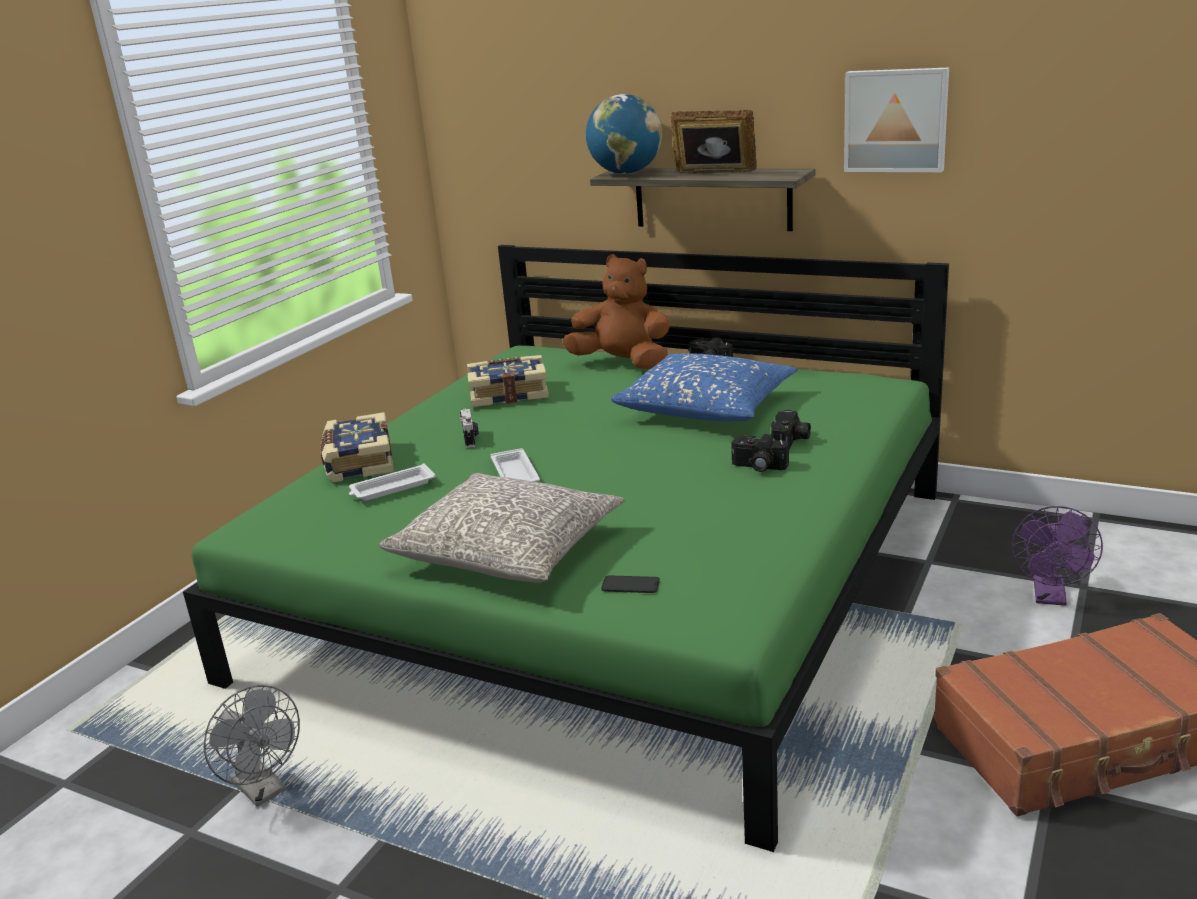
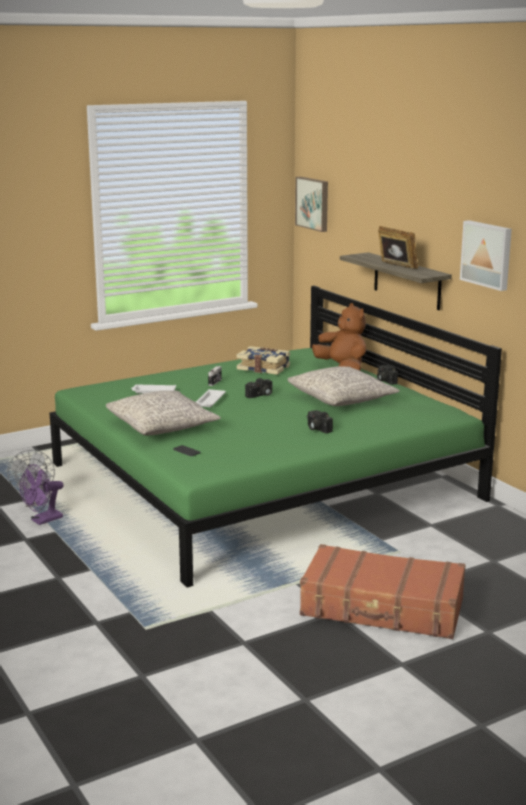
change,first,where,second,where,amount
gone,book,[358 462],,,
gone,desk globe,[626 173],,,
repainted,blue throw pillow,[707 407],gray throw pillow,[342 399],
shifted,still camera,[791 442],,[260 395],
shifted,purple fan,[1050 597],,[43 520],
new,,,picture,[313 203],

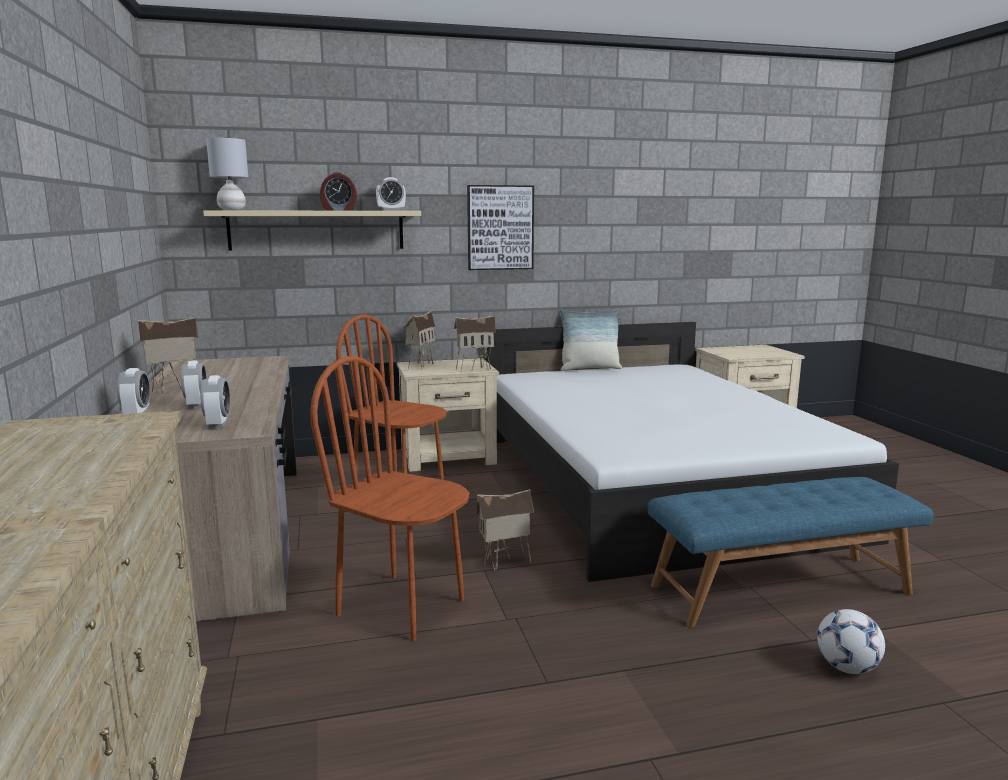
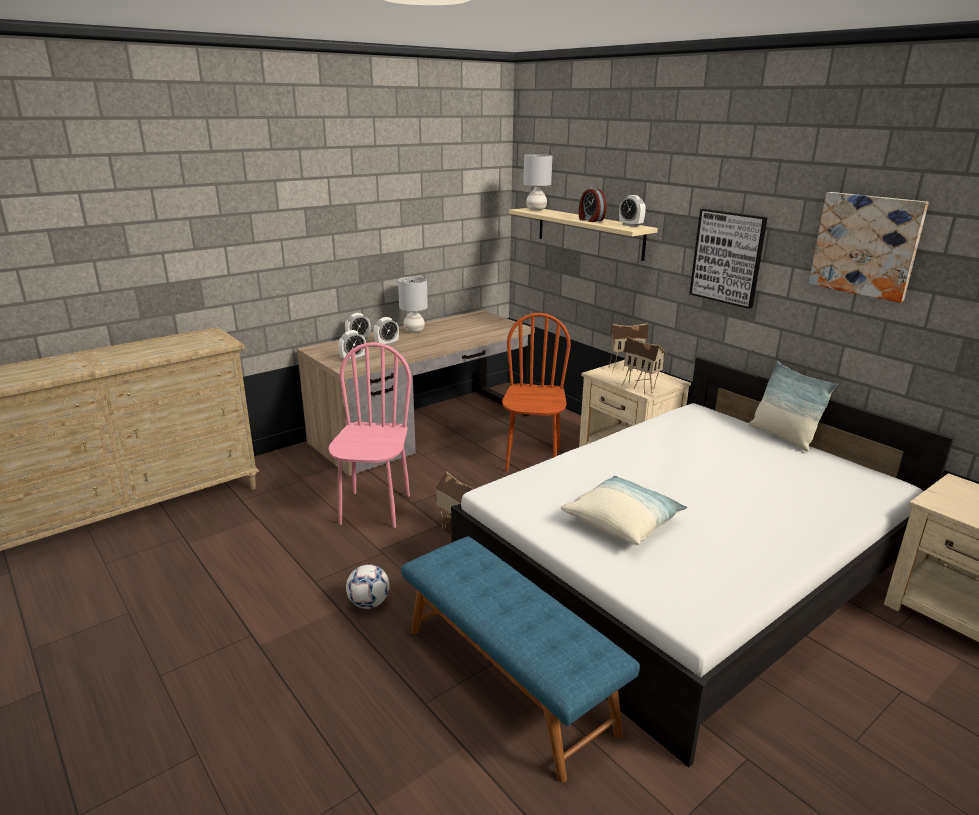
change,first,where,second,where,amount
swapped,model house,[175 390],gray tabletop lamp,[414 331],
repainted,brown upright chair,[402 606],pinkish upright chair,[374 509],
shifted,football ball,[847 668],,[369 603],
new,,,throw pillow,[622 522],
new,,,picture,[866 245],

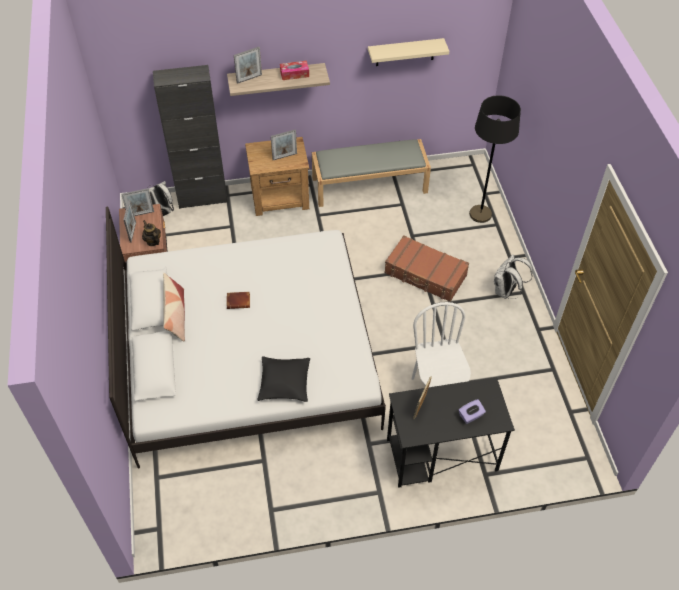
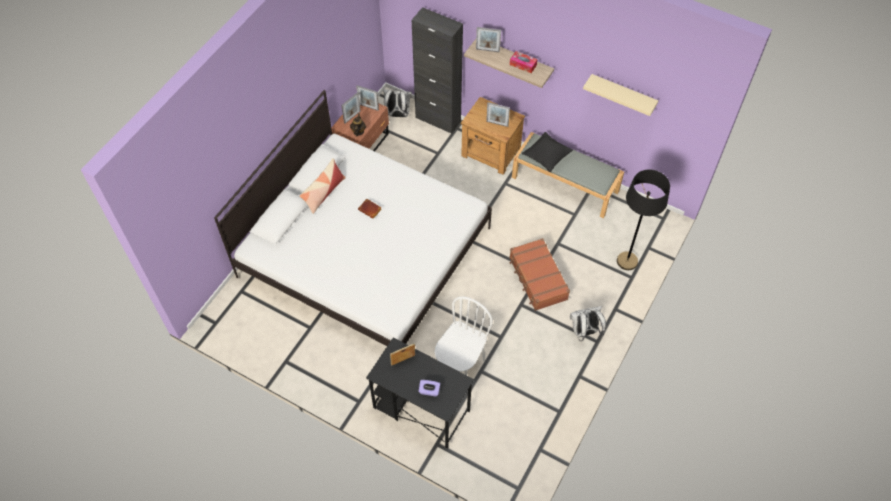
change,first,where,second,where,amount
shifted,black throw pillow,[284 383],,[547 155],

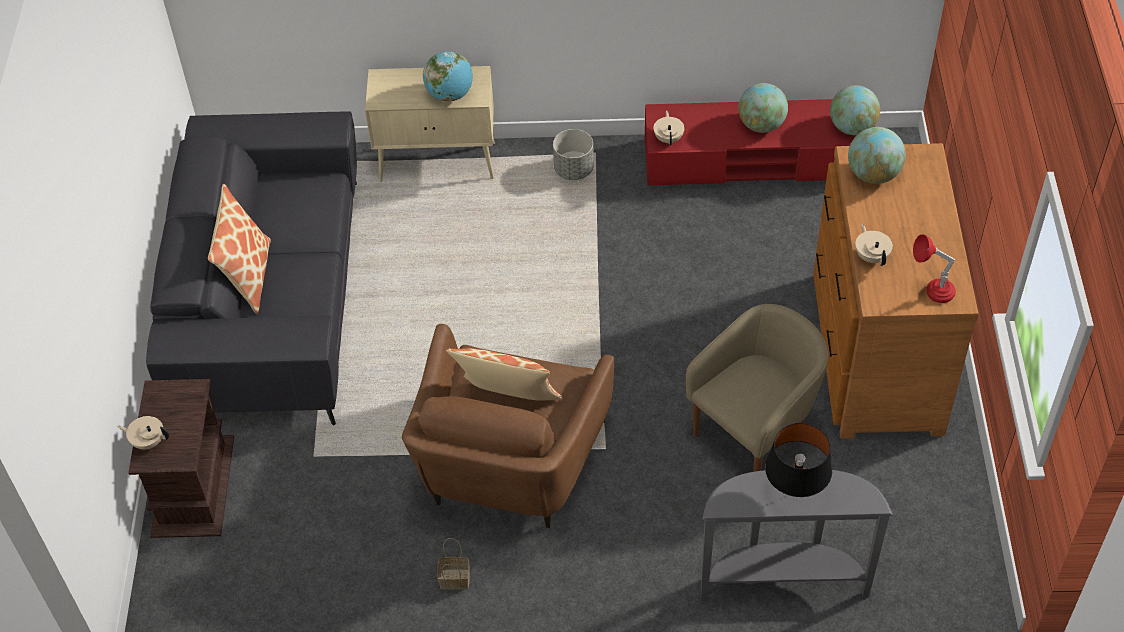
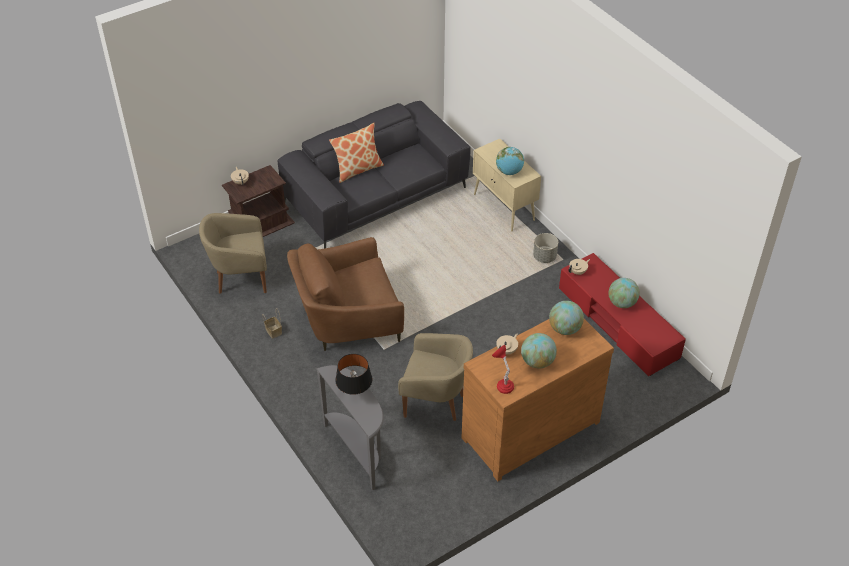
change,first,where,second,where,amount
gone,throw pillow,[507 401],,,
shifted,desk globe,[852 127],,[537 362],
new,,,sand-coloured easy chair,[240 279],

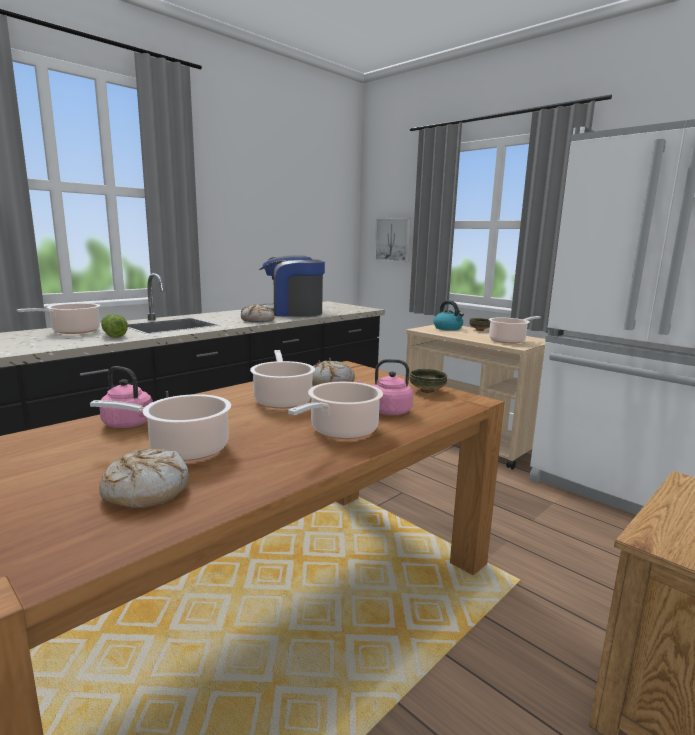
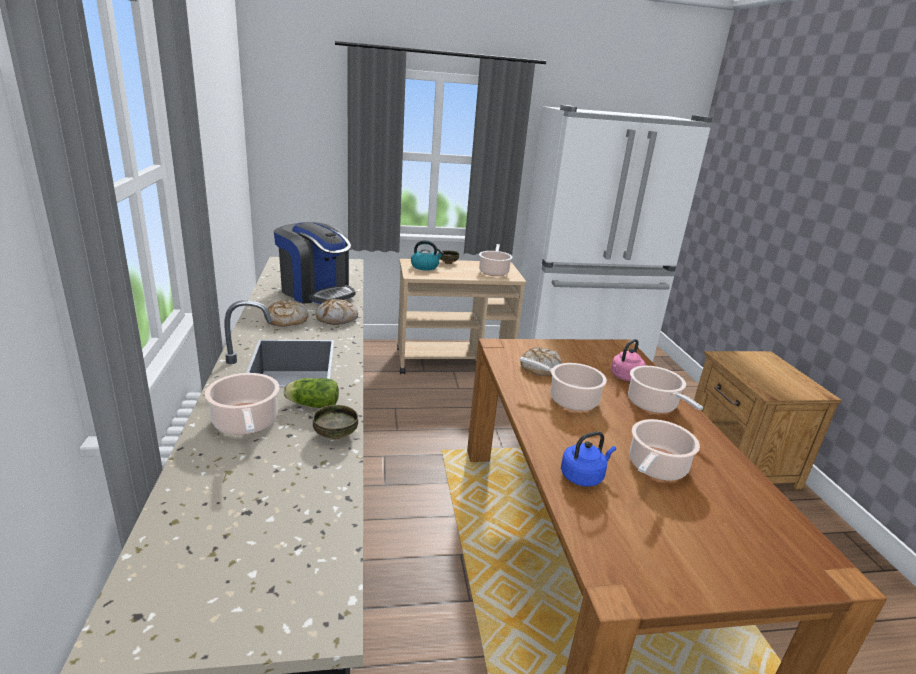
change,first,where,second,where,amount
repainted,pinkish water kettle,[130 424],blue water kettle,[583 476],
shifted,bakery bread,[146 490],,[286 320],
rotated,coffee machine,[292 312],,[316 292],90 degrees counterclockwise
gone,picture,[393 240],,,
shifted,serving bowl,[426 391],,[335 435],

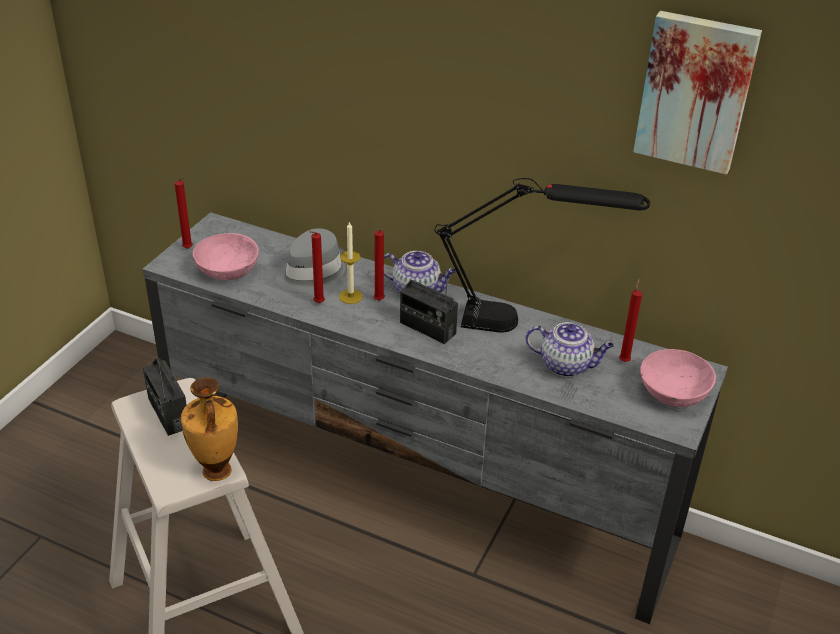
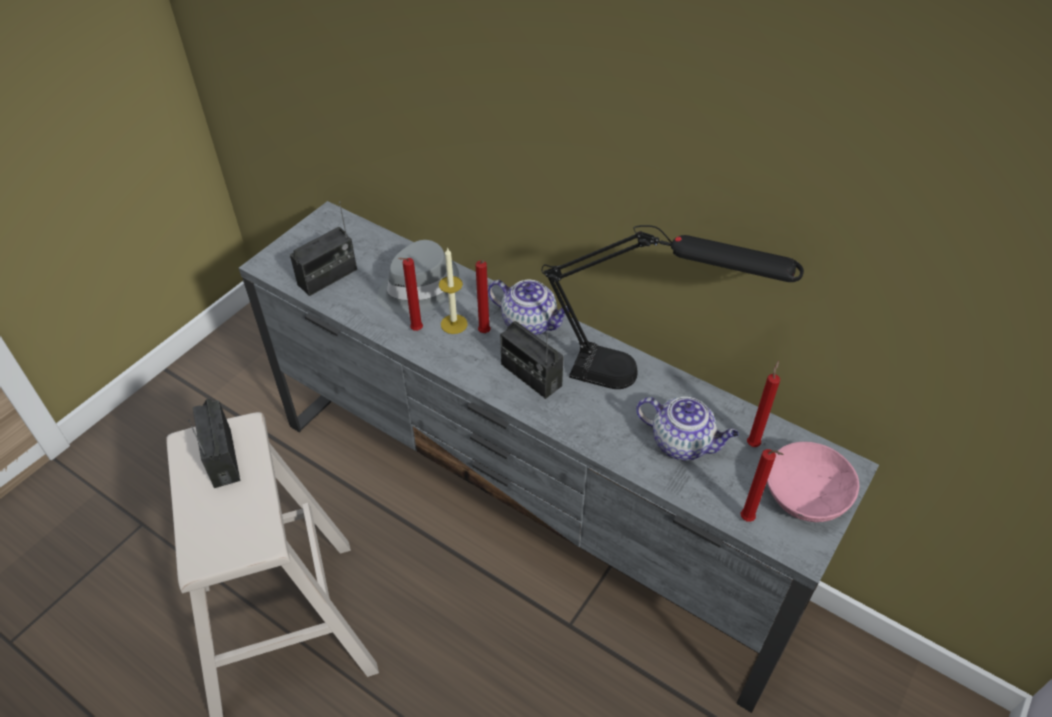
change,first,where,second,where,amount
shifted,red-coloured wax light,[189 249],,[748 520],
gone,decorative vase,[216 472],,,
swapped,pinkish serving bowl,[227 270],radio receiver,[328 277],
gone,picture,[696 91],,,

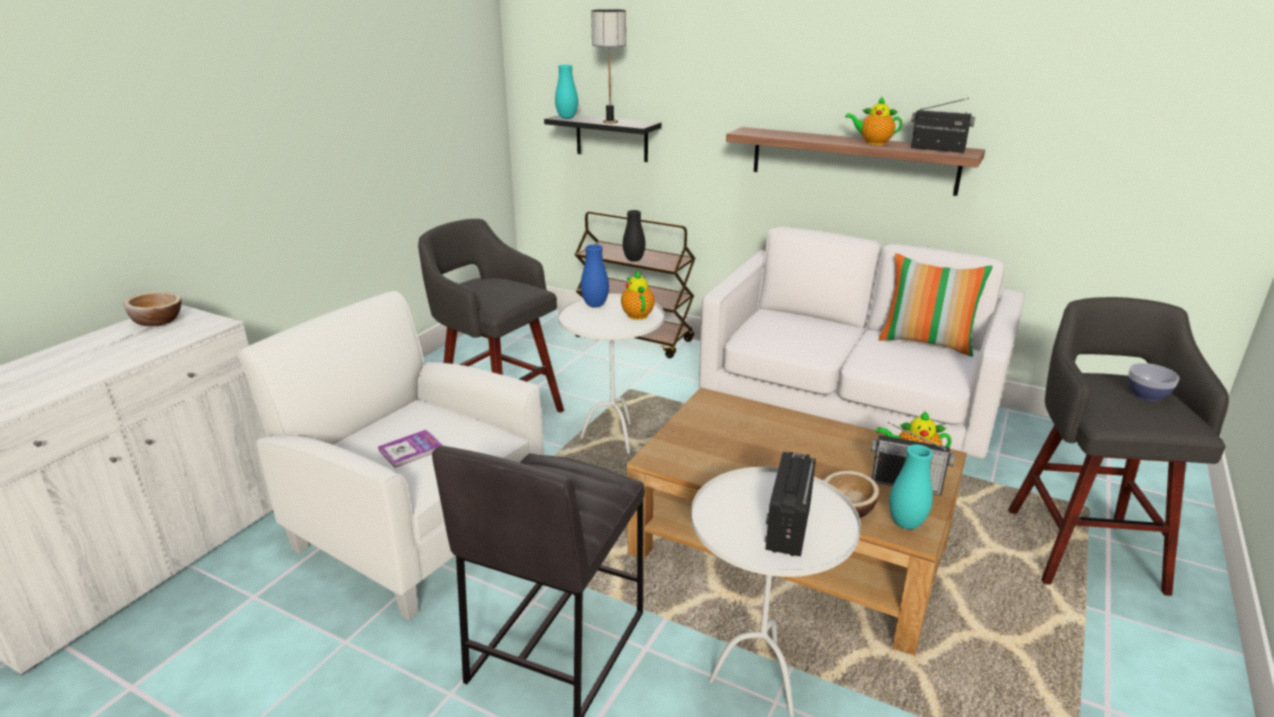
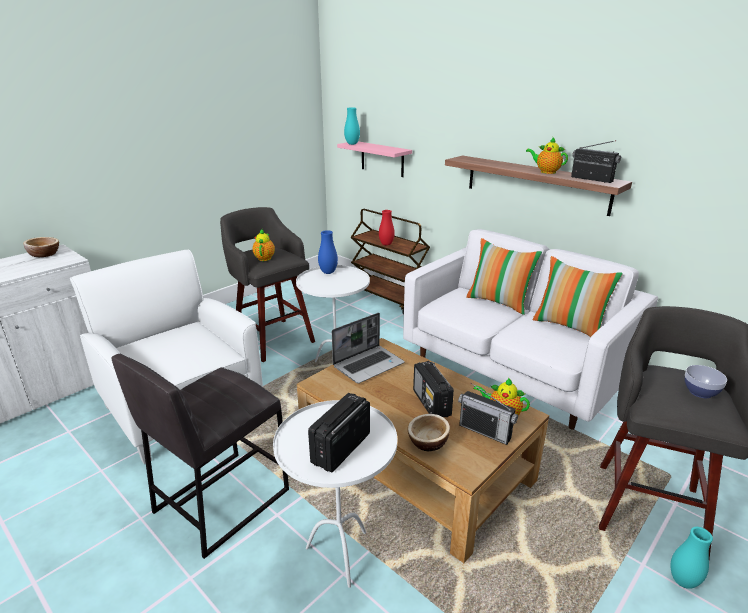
change,first,where,second,where,amount
gone,book,[411 450],,,
repainted,black wall shelf,[611 137],pinkish wall shelf,[382 159],
gone,tabletop lamp,[610 122],,,
shifted,teapot,[637 314],,[265 258],
repainted,black decorative vase,[634 260],red-coloured decorative vase,[386 244],
shifted,turquoise decorative vase,[906 524],,[683 581],
new,,,laptop,[369 365],
new,,,radio receiver,[431 403],
new,,,throw pillow,[499 302],

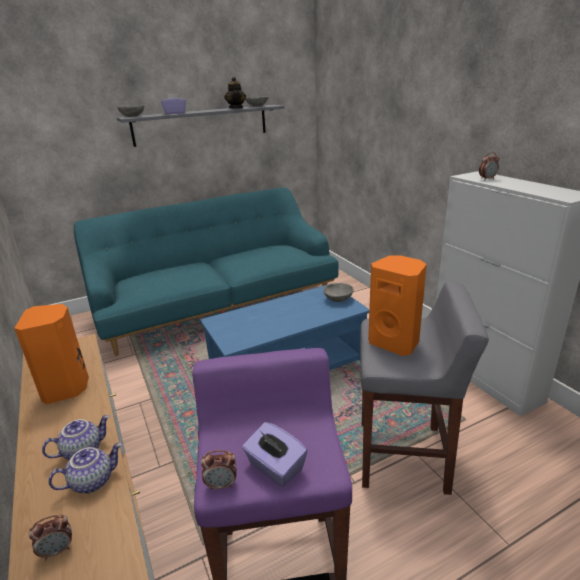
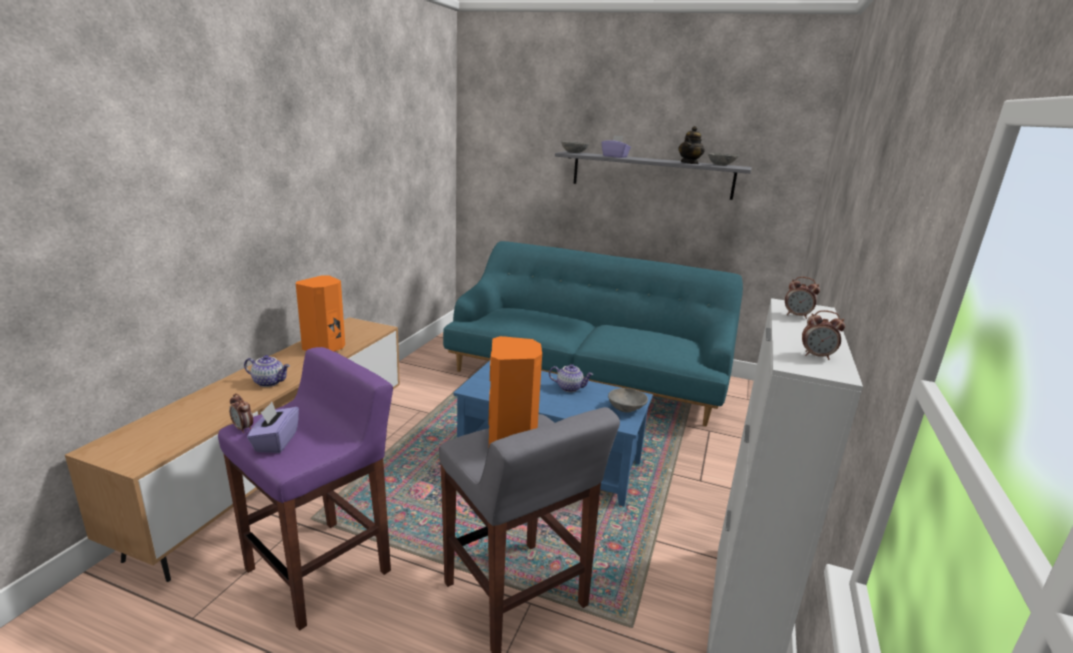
change,first,where,second,where,amount
shifted,alarm clock,[58 550],,[817 356],
shifted,teapot,[93 480],,[570 388],

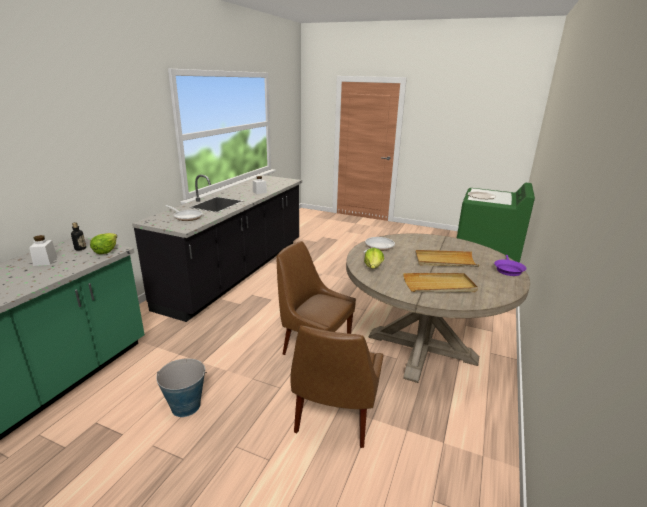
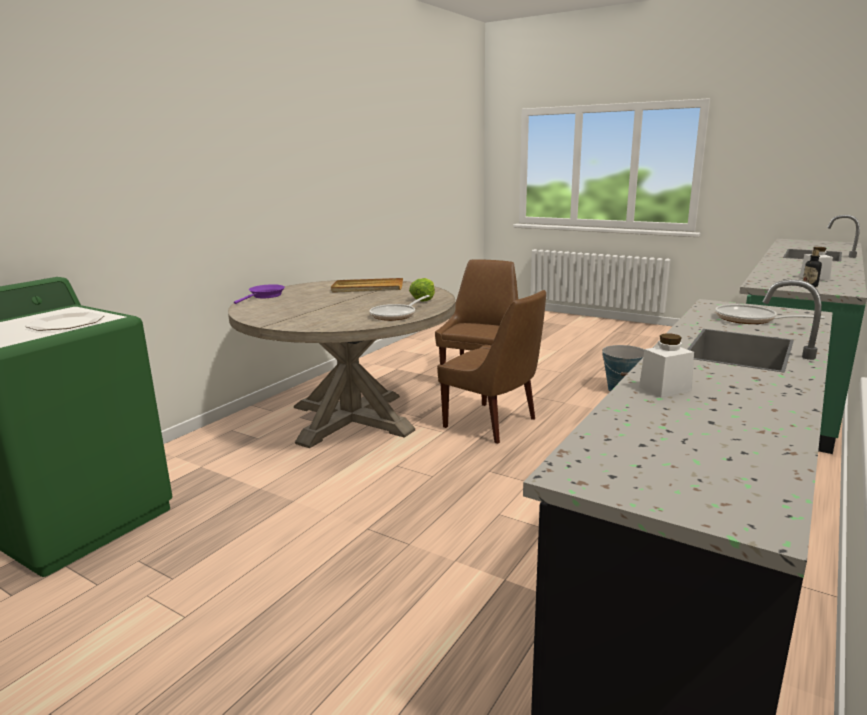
change,first,where,second,where,amount
gone,lettuce,[106 250],,,
gone,sand-coloured serving tray,[445 261],,,

